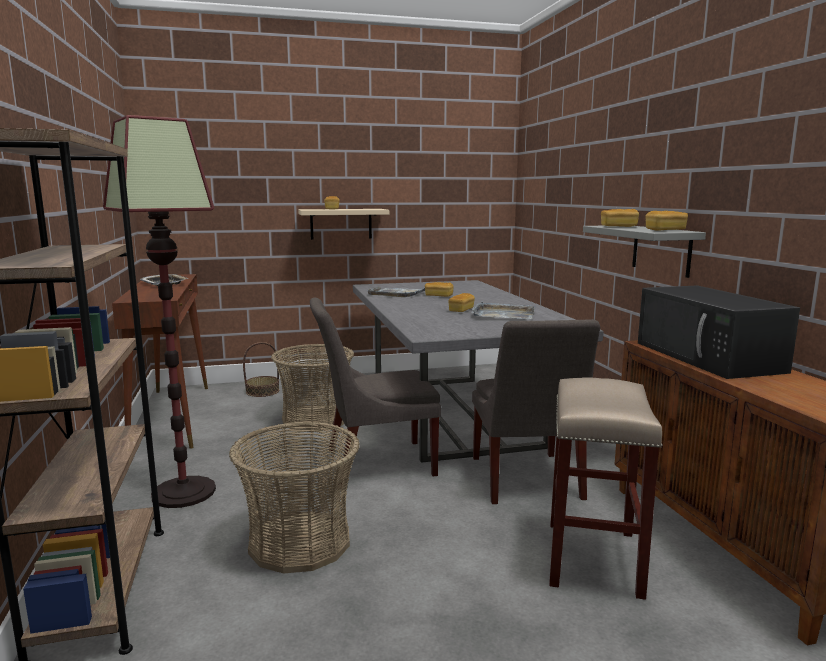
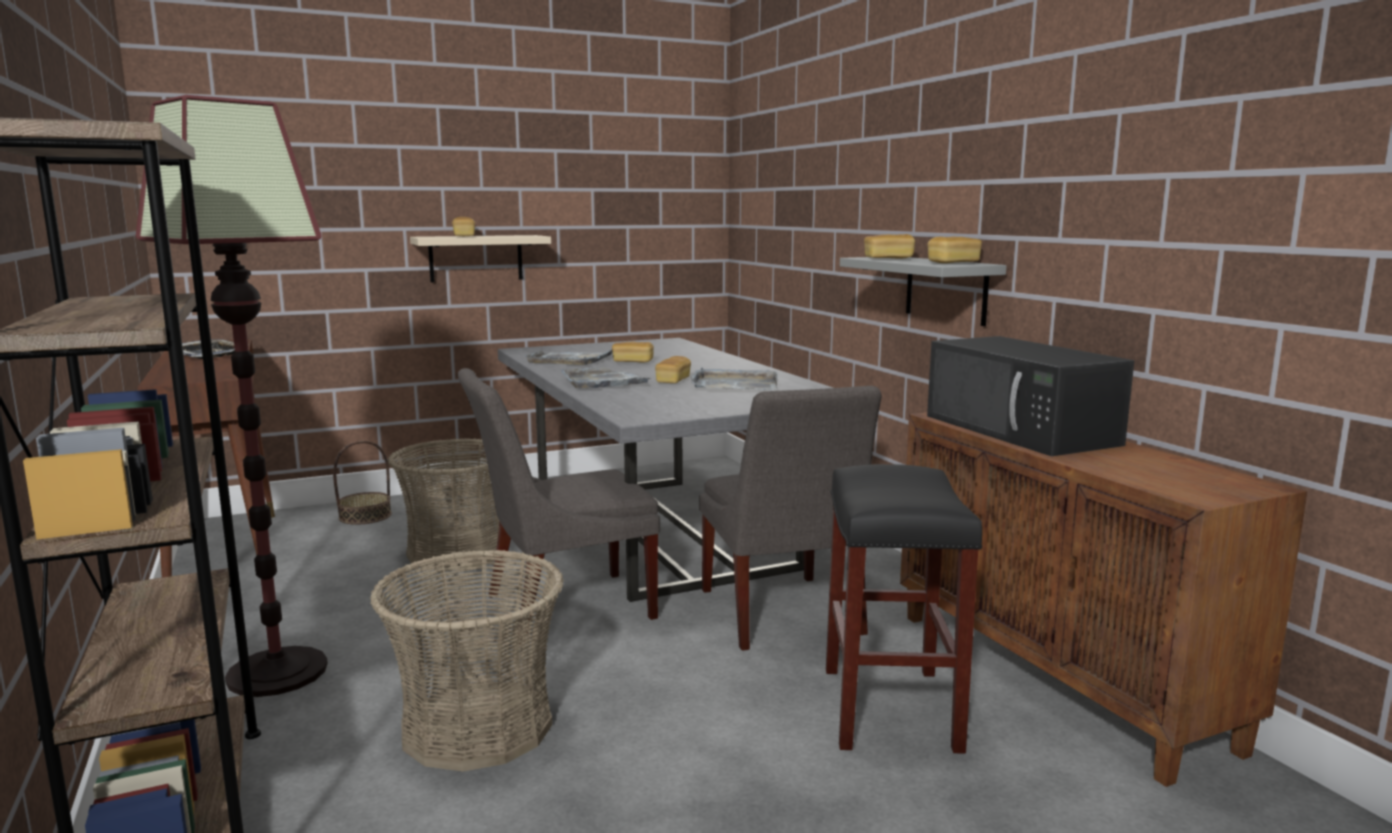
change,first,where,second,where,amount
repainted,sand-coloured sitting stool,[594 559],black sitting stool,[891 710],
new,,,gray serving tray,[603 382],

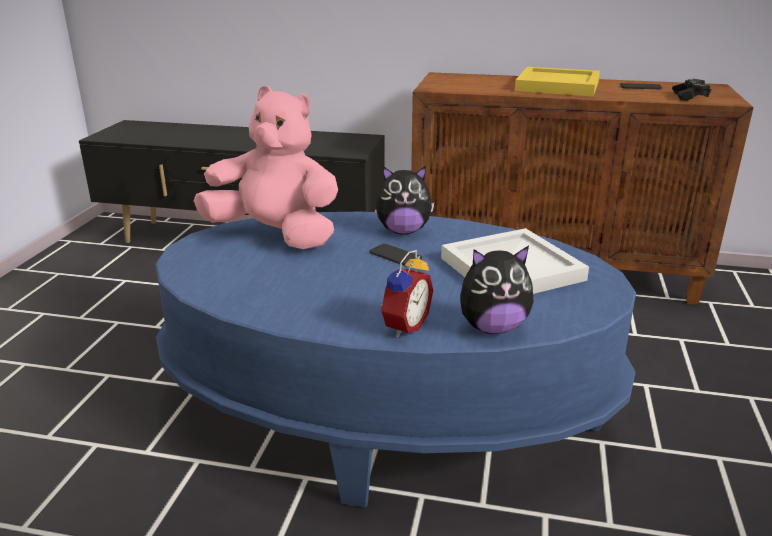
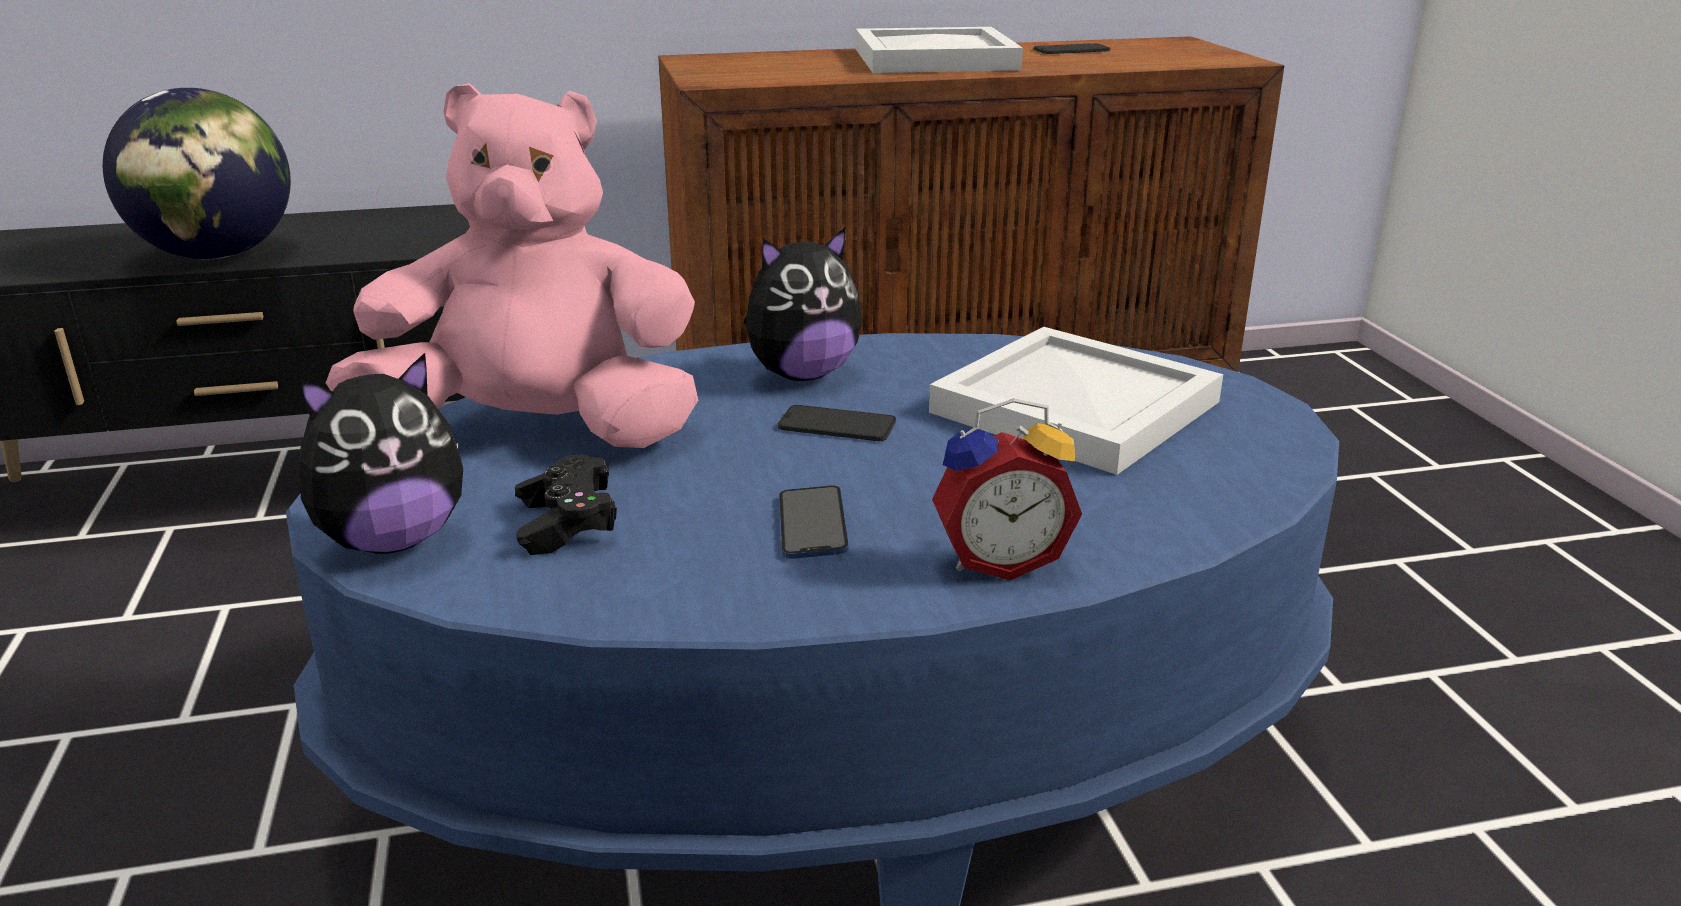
change,first,where,second,where,amount
rotated,alarm clock,[403 326],,[999 561],75 degrees clockwise
shifted,plush toy,[492 327],,[392 540],
repainted,yellow serving tray,[556 86],whitish serving tray,[932 59],
shifted,black game controller,[689 97],,[567 524],
new,,,desk globe,[217 255],
new,,,telephone,[812 525],

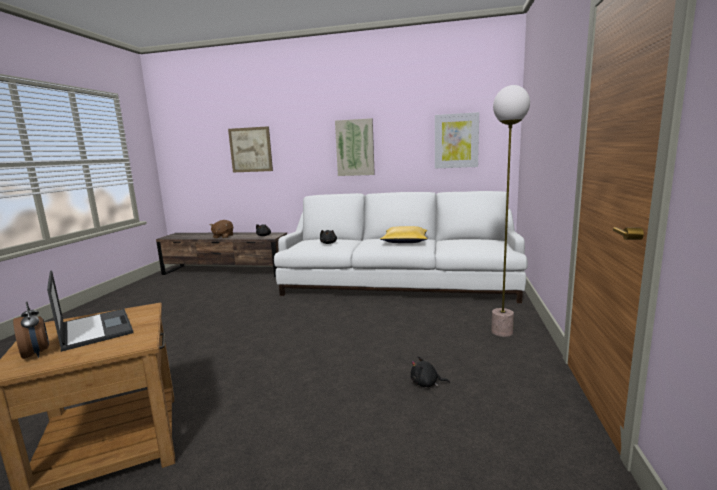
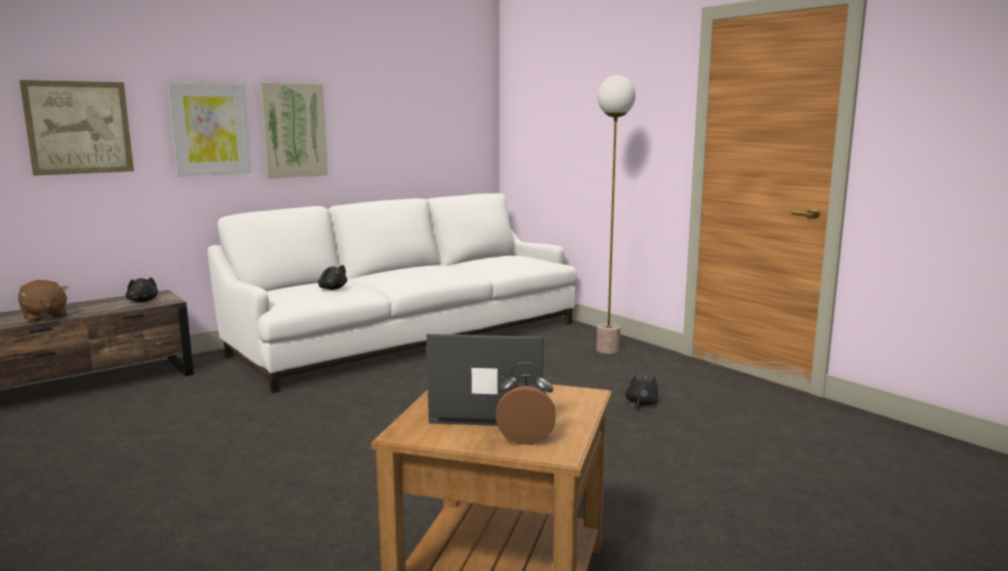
change,first,where,second,where,amount
gone,yellow throw pillow,[405 241],,,
rotated,black plush toy,[426 383],,[640 404],150 degrees clockwise
shifted,picture,[456 141],,[210 129],

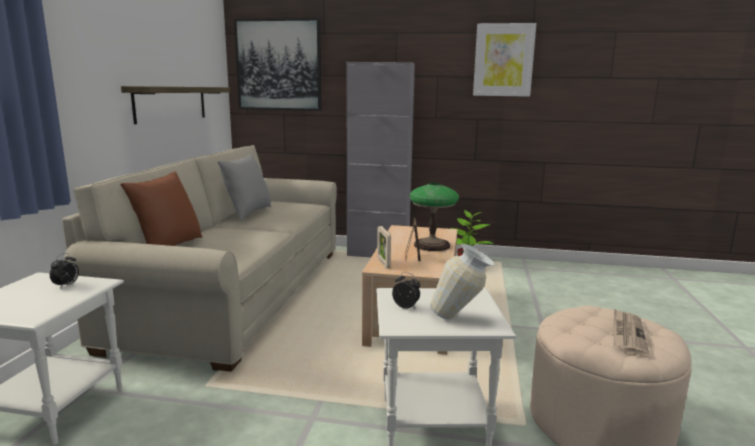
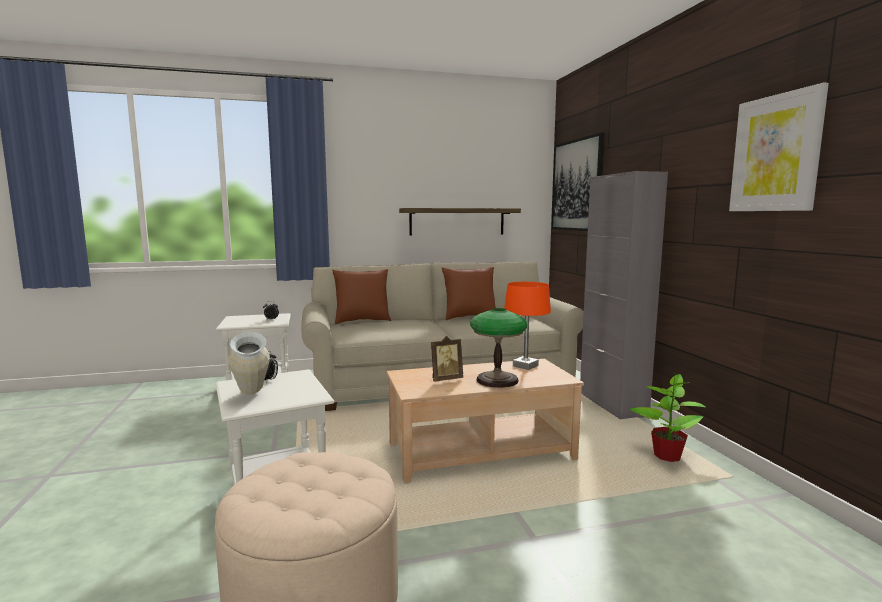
change,first,where,second,where,amount
repainted,gray throw pillow,[247 213],brown throw pillow,[469 317],
gone,picture frame,[383 263],,,
gone,daily paper,[627 334],,,
new,,,orange-coloured tabletop lamp,[525 366],

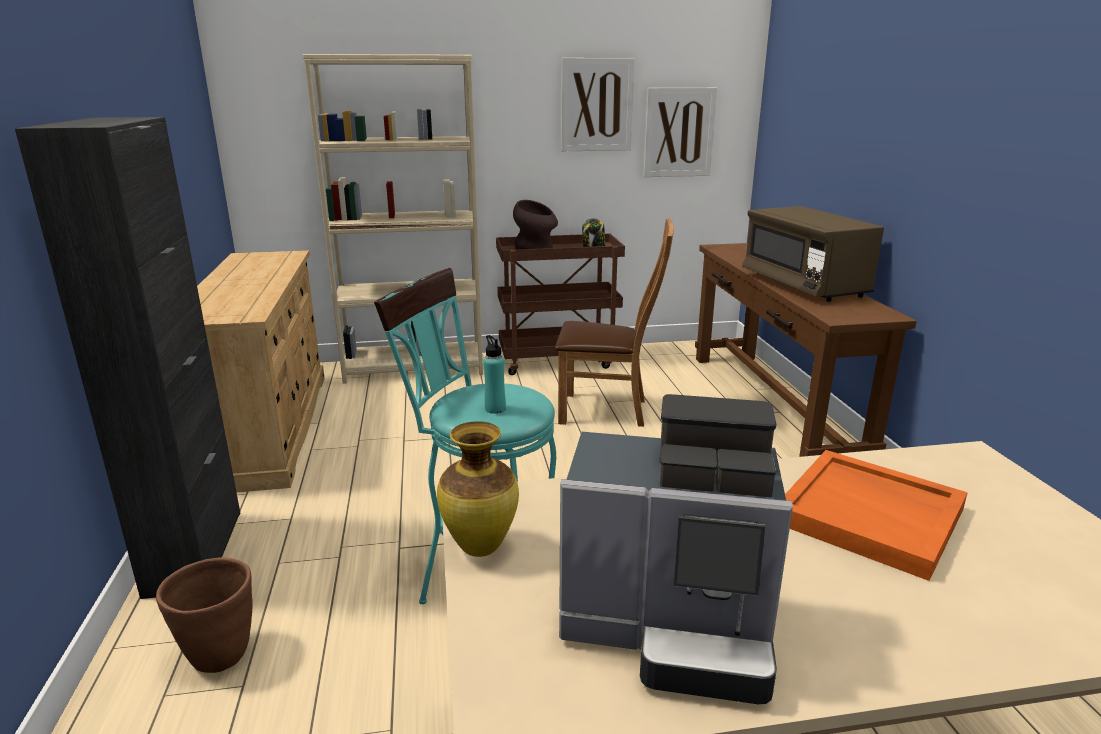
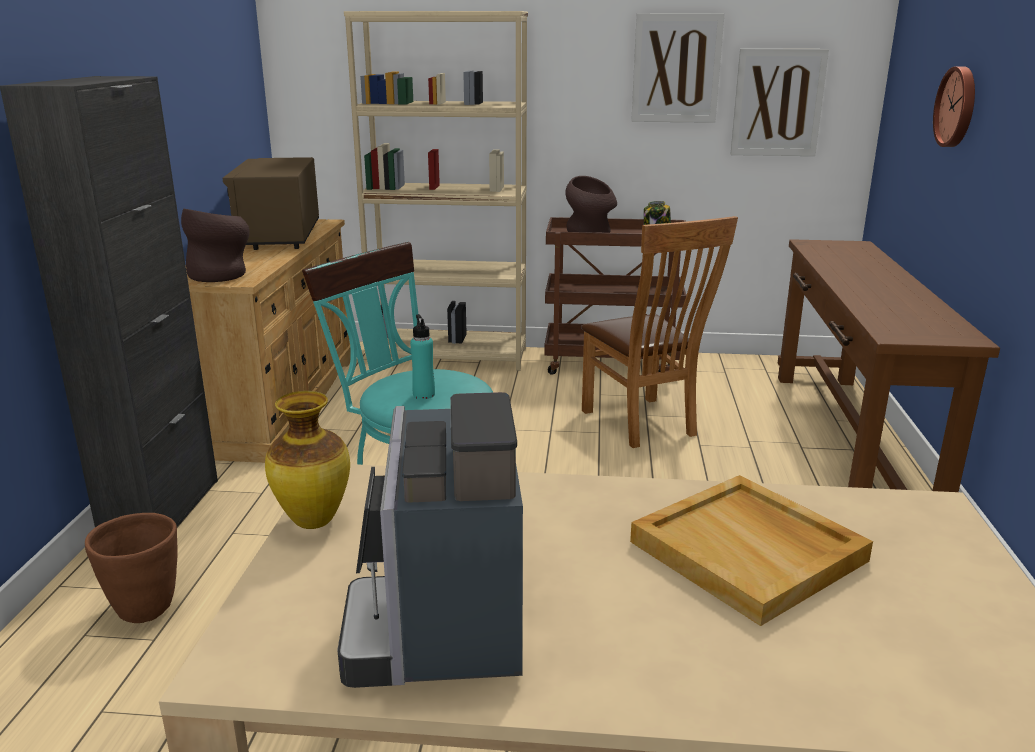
change,first,where,second,where,amount
rotated,brown upright chair,[609 411],,[643 425],45 degrees clockwise
rotated,coffee machine,[672 630],,[442 623],60 degrees clockwise
shifted,brown kitchen microwave,[803 285],,[279 236],
repainted,orange-coloured serving tray,[871 515],sand-coloured serving tray,[750 551],
new,,,brown decorative vase,[221 275],
new,,,hanging clock,[958 107],

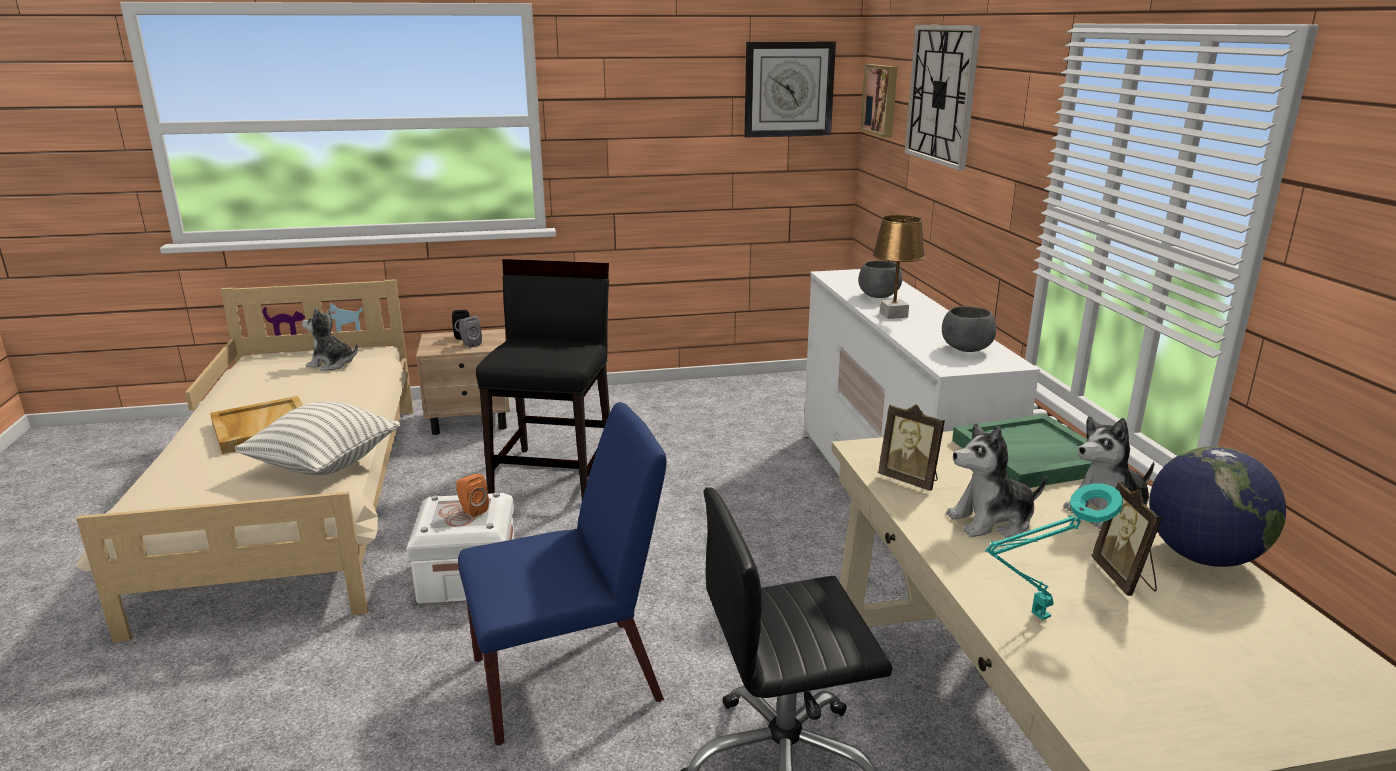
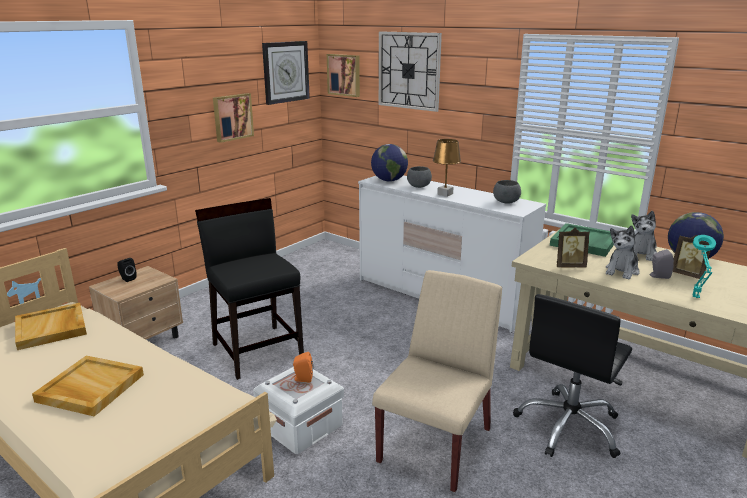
change,first,where,second,where,amount
gone,throw pillow,[324 464],,,
swapped,plush toy,[332 364],sand-coloured serving tray,[52 328],
repainted,blue upright chair,[569 678],sand-coloured upright chair,[436 444],
shifted,gray speaker,[470 344],,[658 276],
new,,,picture,[232 117],
new,,,desk globe,[389 180],

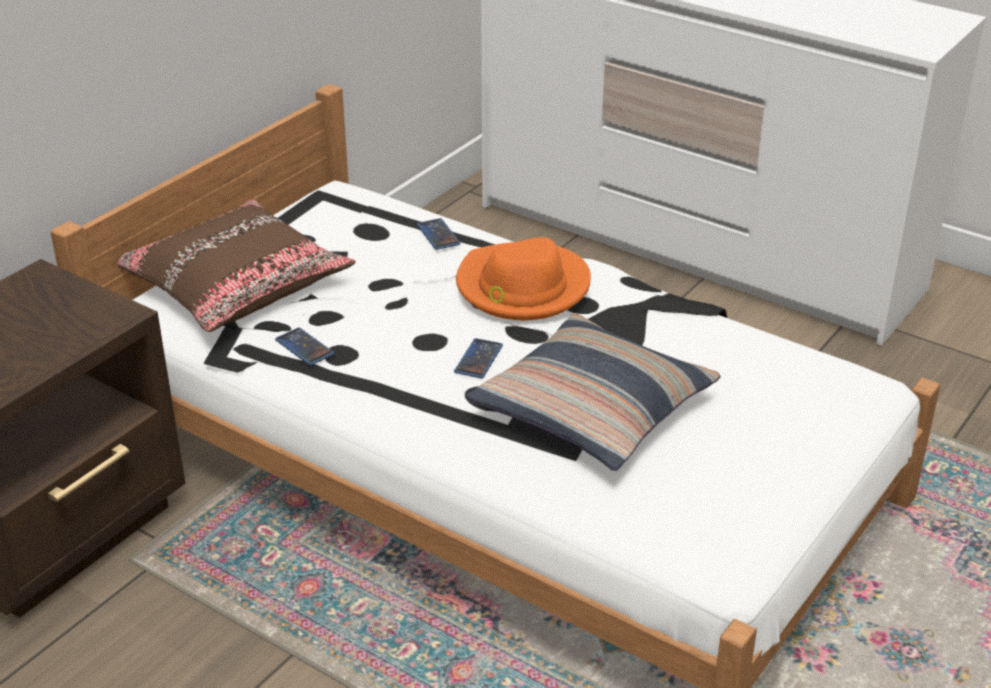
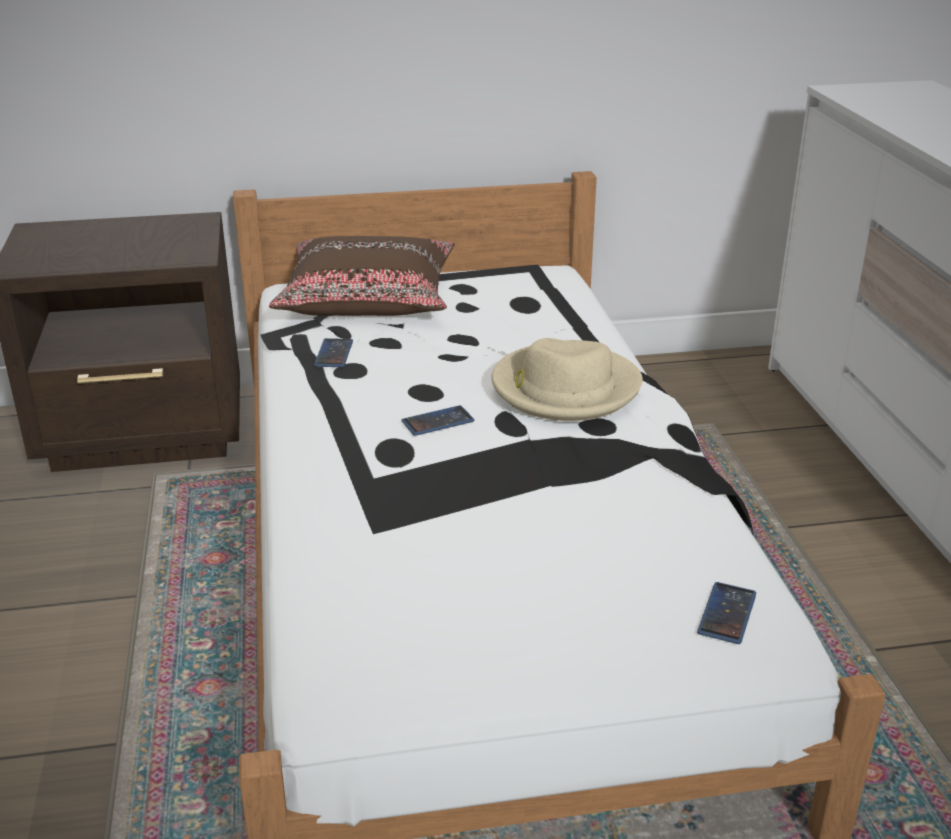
change,first,where,second,where,amount
shifted,telephone,[438 235],,[727 614],
repainted,orange-coloured clothing hat,[522 287],sand-coloured clothing hat,[564 388],
gone,throw pillow,[593 409],,,

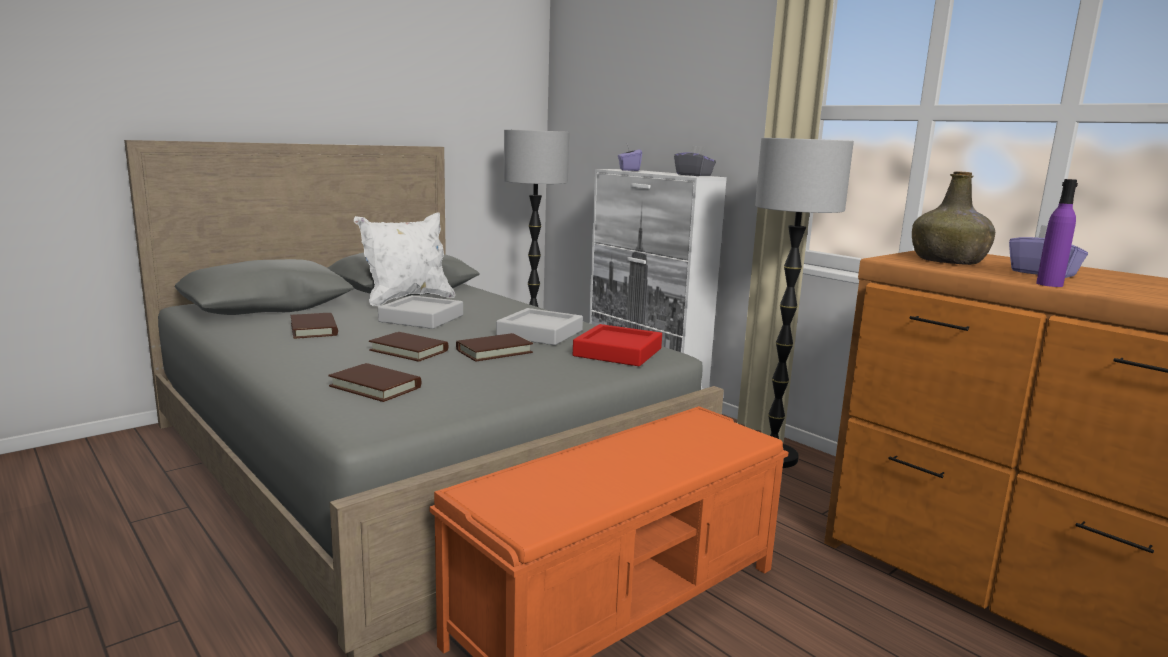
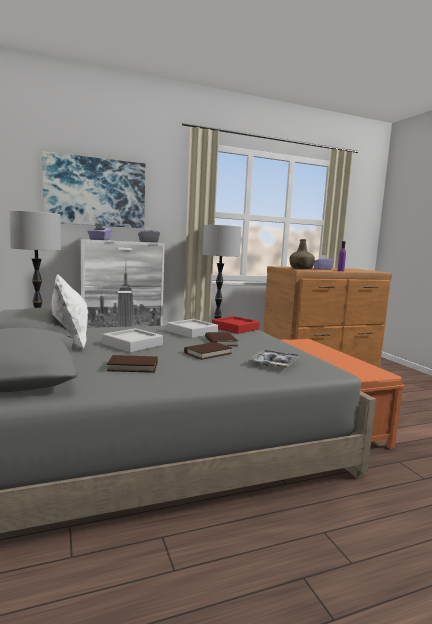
change,first,where,second,where,amount
swapped,brown book,[375 387],serving tray,[274 363],
new,,,picture,[95 192],

